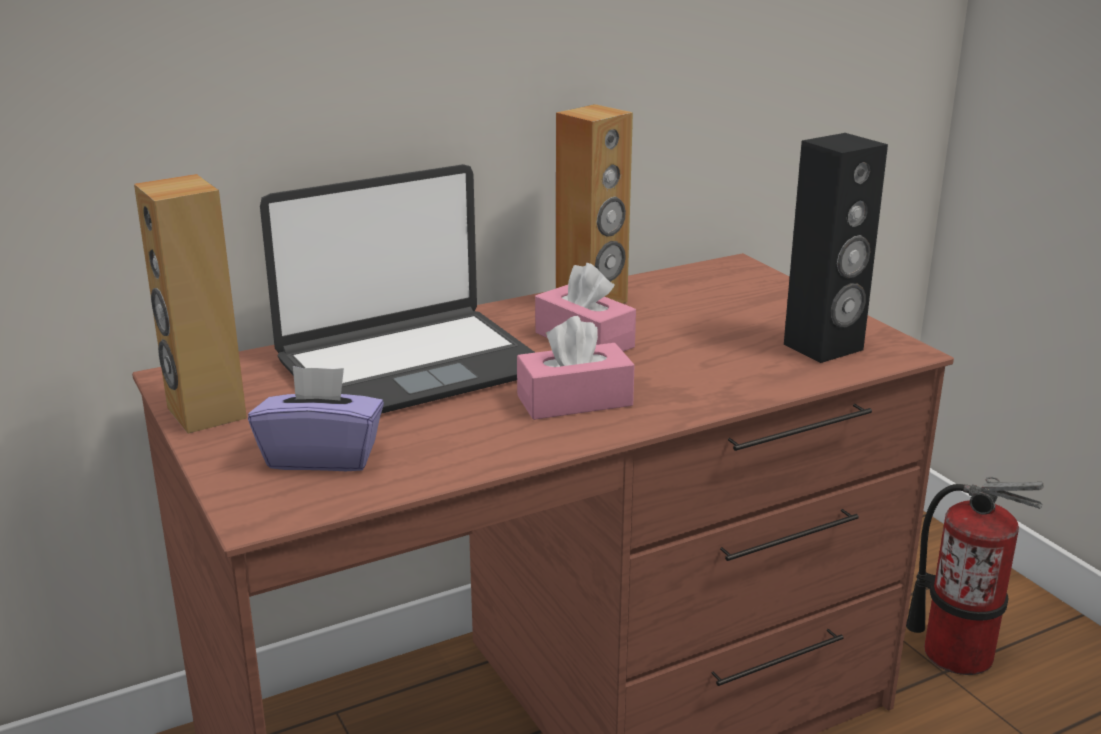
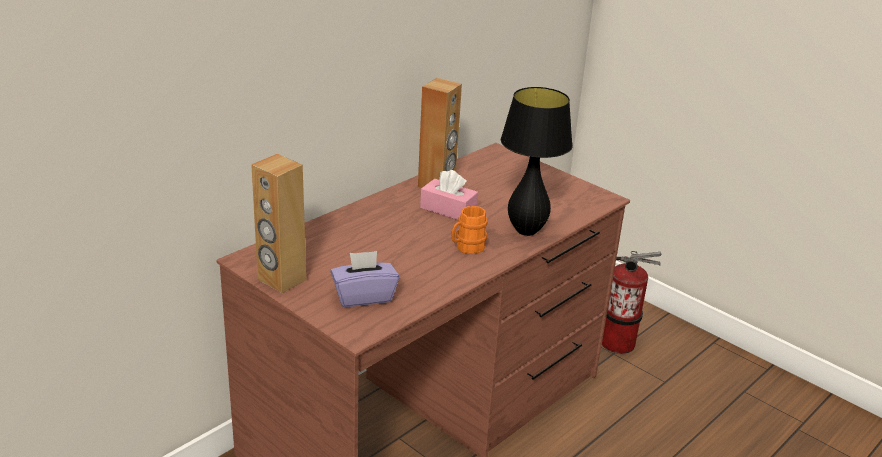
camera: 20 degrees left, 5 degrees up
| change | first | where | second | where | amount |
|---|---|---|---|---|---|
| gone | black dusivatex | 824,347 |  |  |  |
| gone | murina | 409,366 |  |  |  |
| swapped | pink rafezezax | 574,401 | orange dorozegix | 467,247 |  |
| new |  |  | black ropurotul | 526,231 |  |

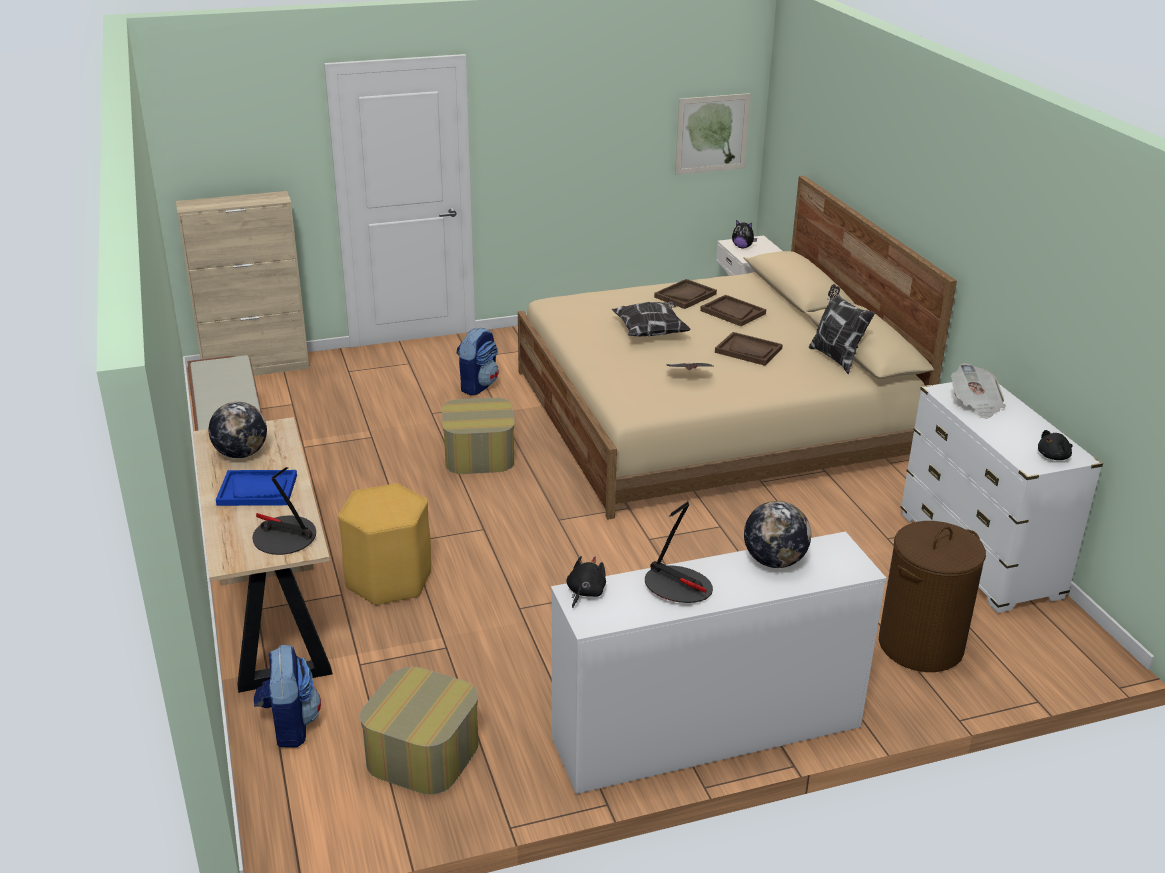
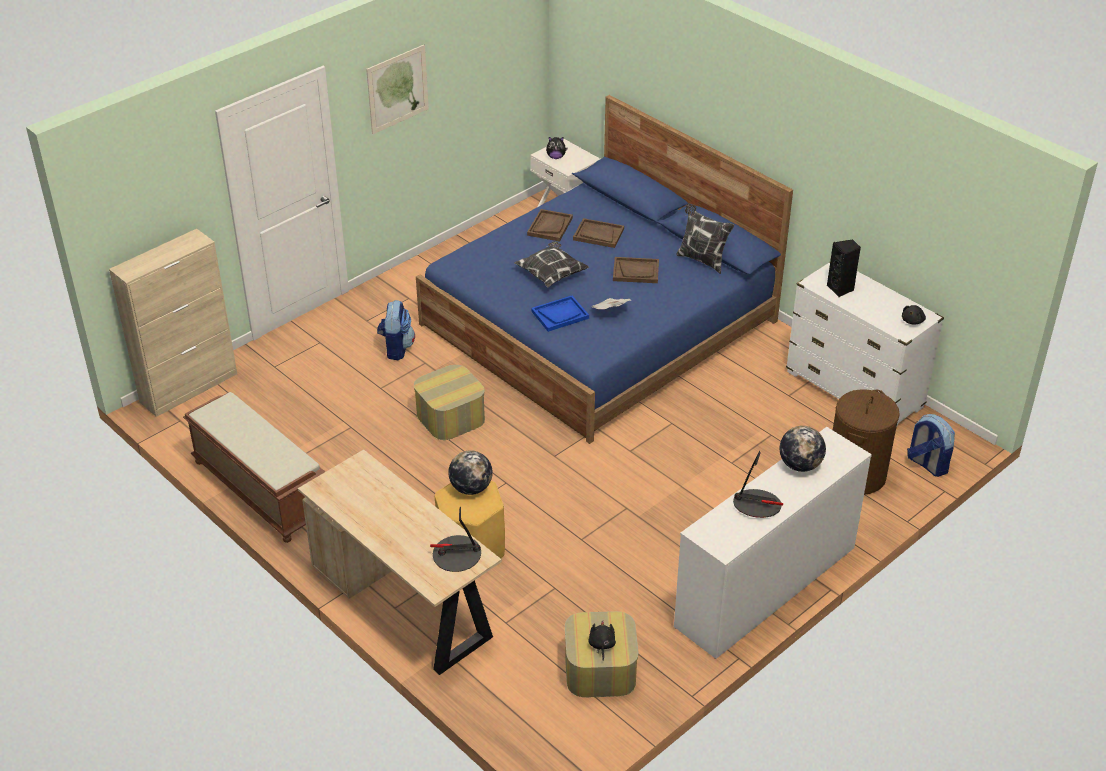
camera: 25 degrees left, 10 degrees up
| change | first | where | second | where | amount |
|---|---|---|---|---|---|
| shifted | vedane | 712,134 |  | 397,89 |  |
| repainted | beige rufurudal | 710,416 | blue rufurudal | 599,322 |  |
| swapped | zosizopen | 975,404 | black dusivatex | 841,289 |  |
| shifted | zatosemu | 241,454 |  | 471,488 |  |
| shifted | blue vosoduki | 257,490 |  | 560,315 |  |
| shifted | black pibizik | 585,593 |  | 601,645 |  |
| shifted | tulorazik | 289,726 |  | 927,464 |  |

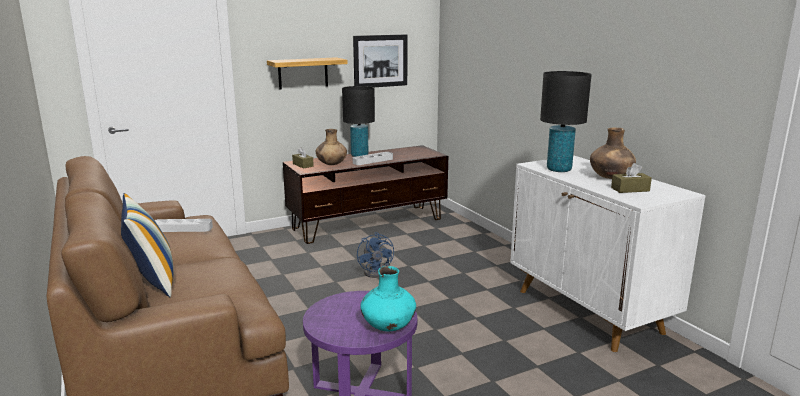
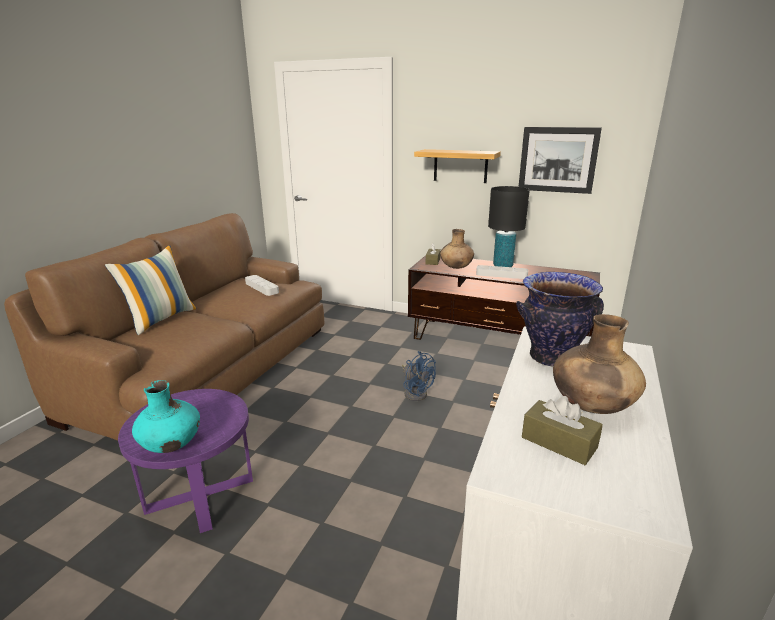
camera: 50 degrees right, 5 degrees up
| change | first | where | second | where | amount |
|---|---|---|---|---|---|
| swapped | black ropurotul | 559,169 | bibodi | 551,357 |  |
| rotated | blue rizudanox | 377,271 |  | 416,392 | 75 degrees counterclockwise |

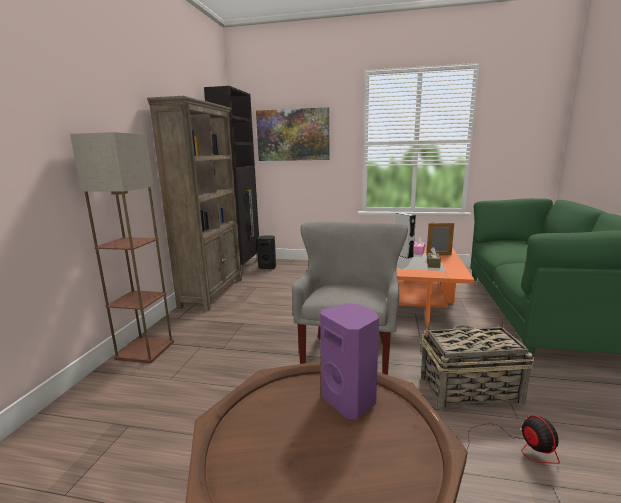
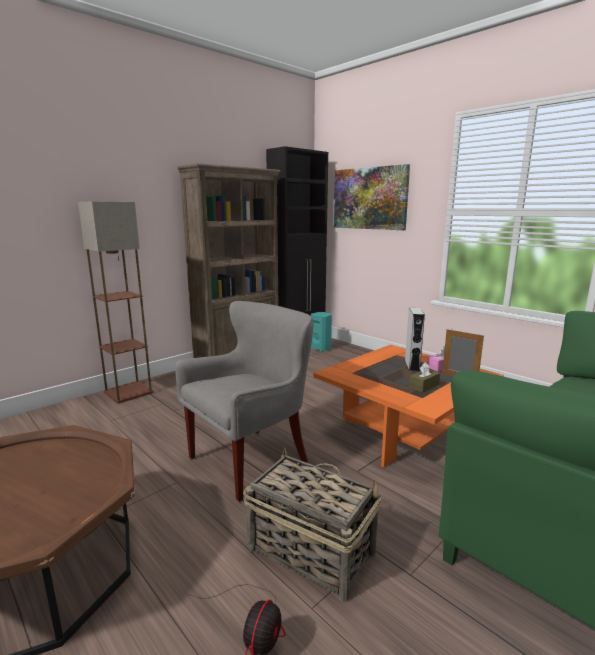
camera: 35 degrees right, 0 degrees up
| change | first | where | second | where | amount |
|---|---|---|---|---|---|
| repainted | black dusivatex | 268,267 | turquoise dusivatex | 321,348 |  |
| gone | purple dusivatex | 350,400 |  |  |  |

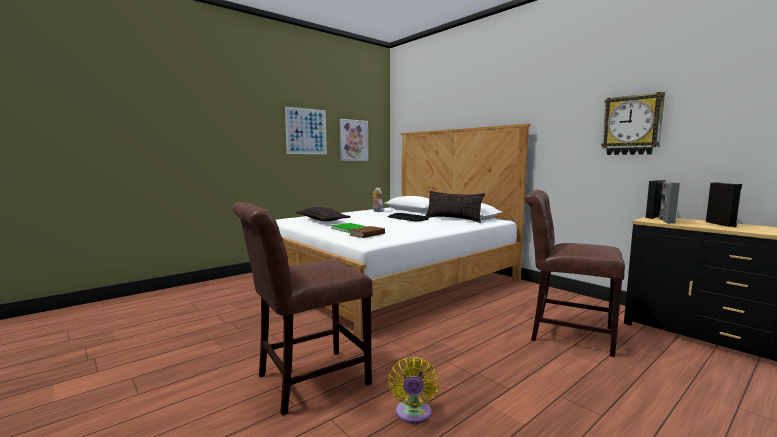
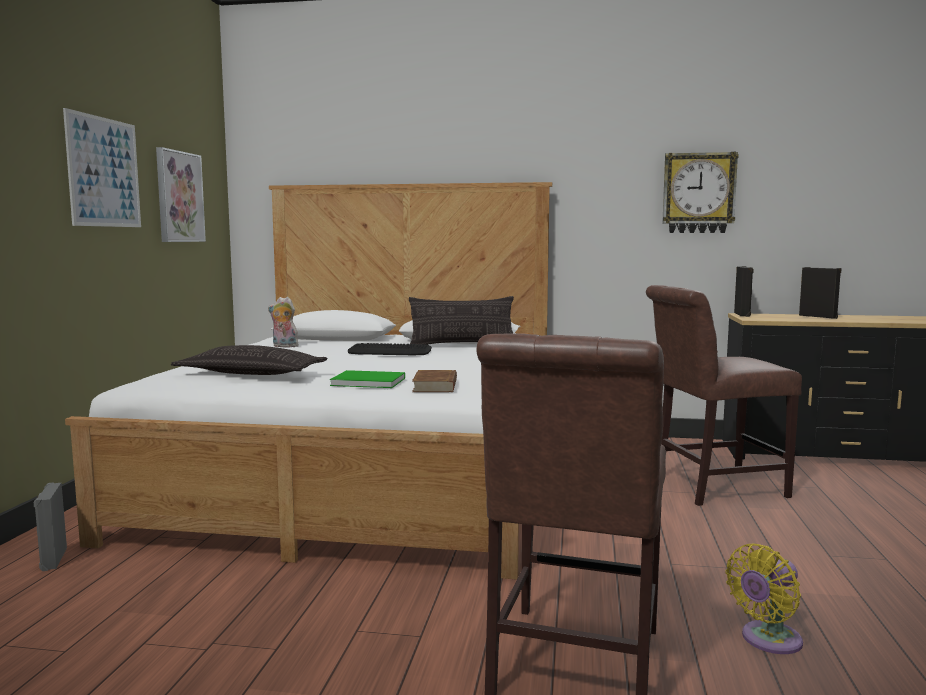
camera: 40 degrees left, 0 degrees up
| change | first | where | second | where | amount |
|---|---|---|---|---|---|
| shifted | grey dusivatex | 665,221 |  | 52,559 |  |
| rotated | yellow rizudanox | 413,414 |  | 767,640 | 90 degrees clockwise |

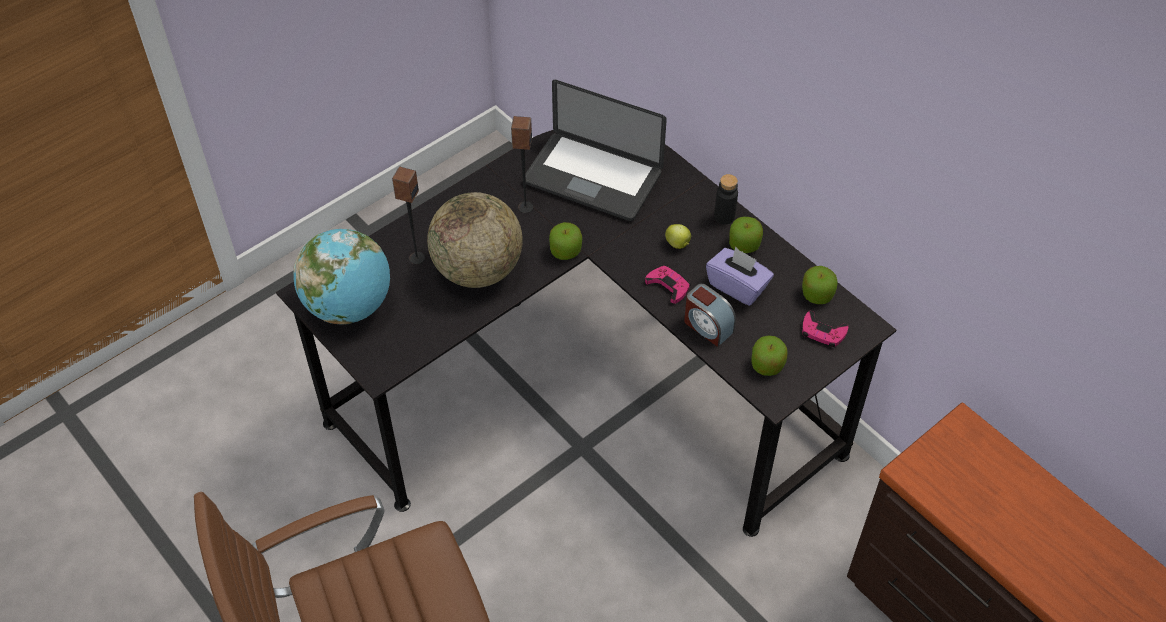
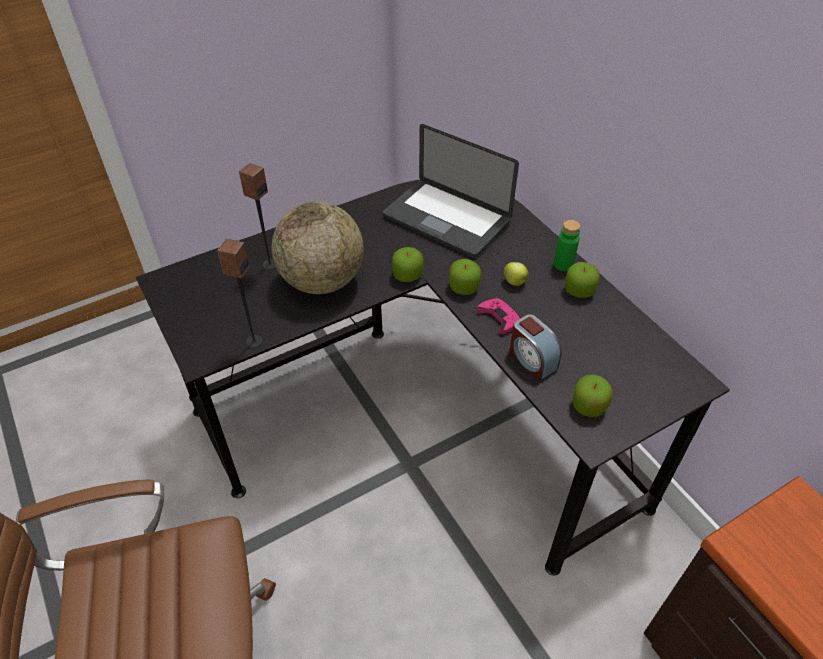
camera: 10 degrees right, 5 degrees down
| change | first | where | second | where | amount |
|---|---|---|---|---|---|
| shifted | dusivatex | 525,207 |  | 254,341 |  |
| repainted | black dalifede | 724,216 | green dalifede | 563,264 |  |
| gone | zatosemu | 349,306 |  |  |  |
| gone | purple rafezezax | 737,286 |  |  |  |
| shifted | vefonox | 817,294 |  | 464,287 |  |
| gone | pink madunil | 822,332 |  |  |  |

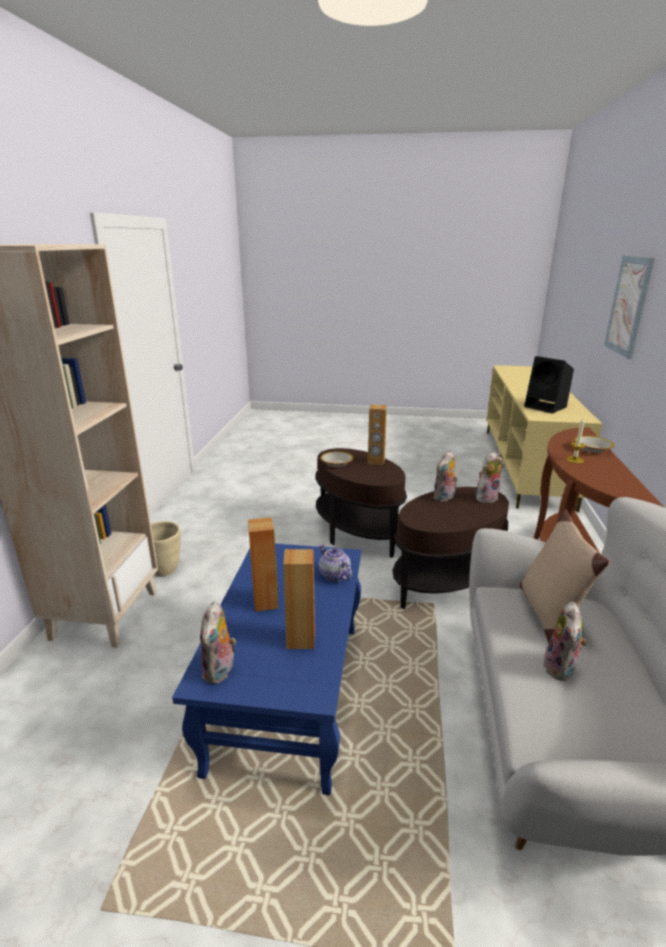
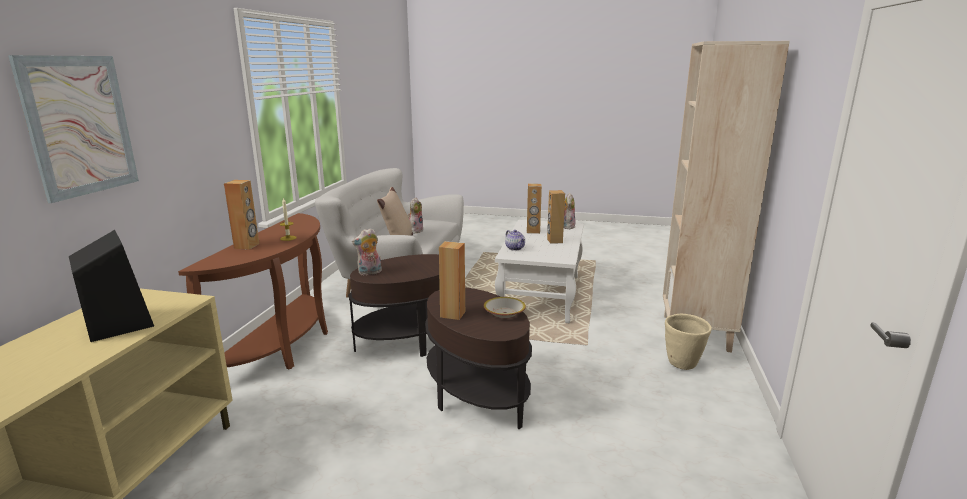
camera: 175 degrees left, 5 degrees down
| change | first | where | second | where | amount |
|---|---|---|---|---|---|
| swapped | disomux | 592,449 | brown dusivatex | 247,246 |  |
| gone | pibizik | 444,498 |  |  |  |
| repainted | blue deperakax | 288,694 | white deperakax | 541,295 |  |

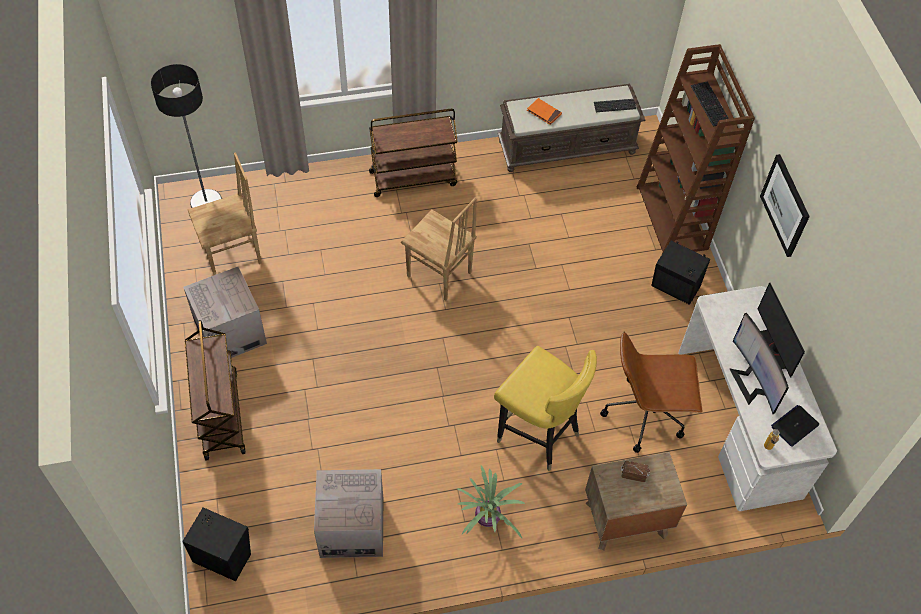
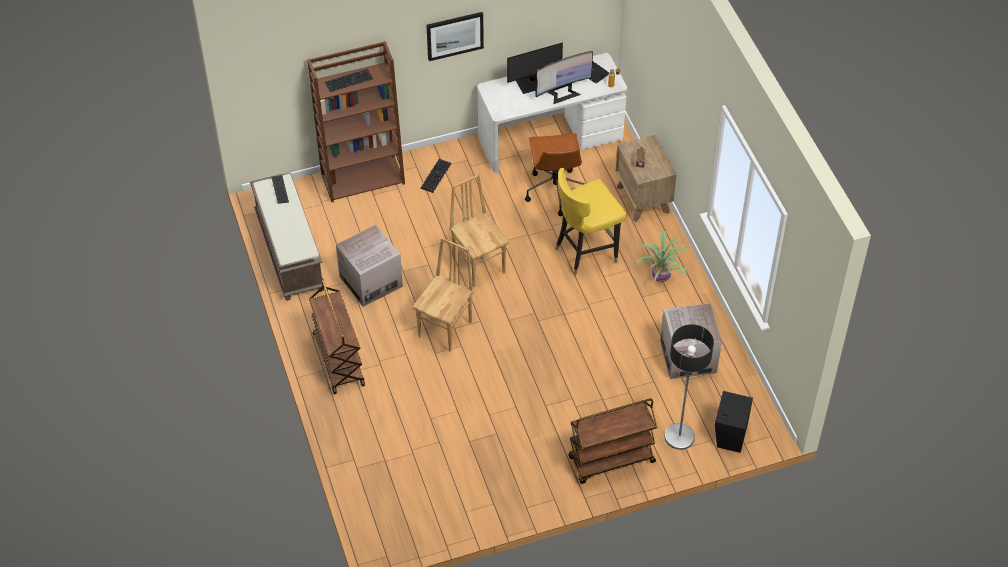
camera: 95 degrees left, 5 degrees down
| change | first | where | second | where | amount |
|---|---|---|---|---|---|
| shifted | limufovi | 206,203 |  | 679,436 |  |
| gone | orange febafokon | 544,112 |  |  |  |
| shifted | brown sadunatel | 233,255 |  | 479,265 |  |
| swapped | black dusivatex | 675,288 | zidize | 435,175 |  |
| shifted | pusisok | 230,332 |  | 371,281 |  |
| rotated | yellow sadunatel | 537,435 |  | 586,252 | 150 degrees counterclockwise |

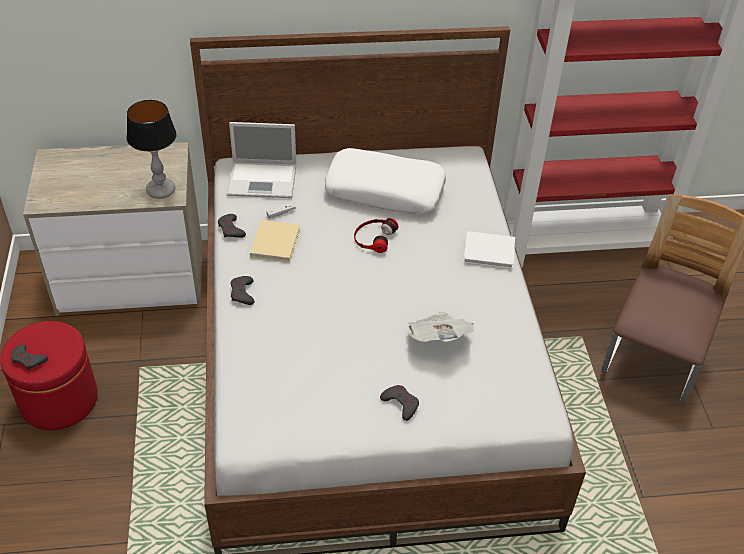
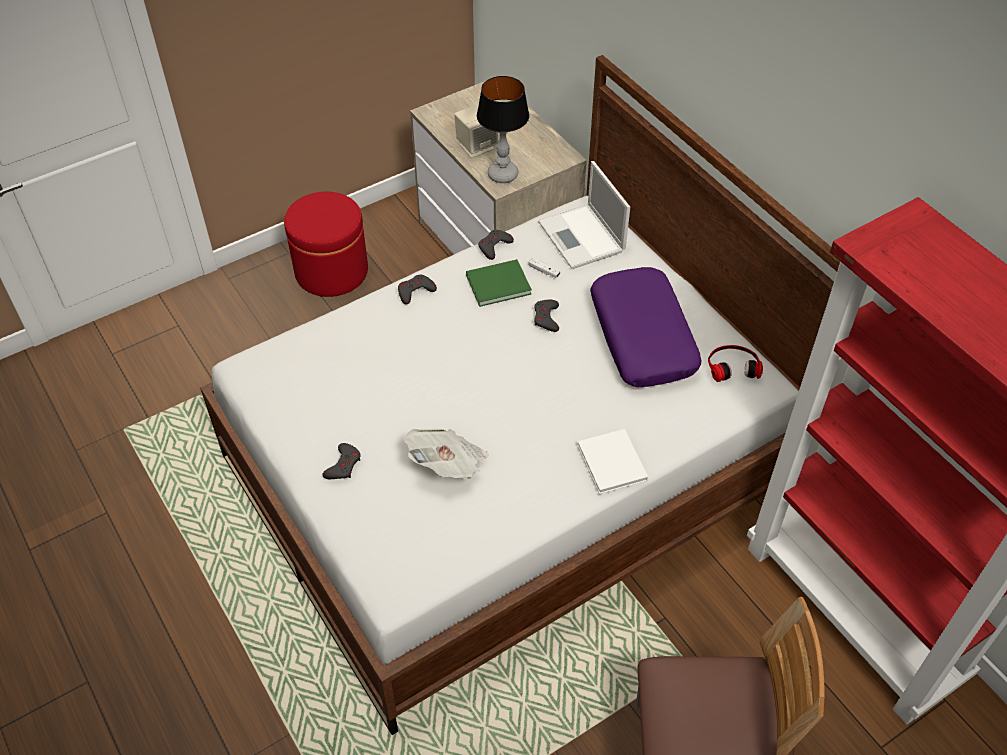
camera: 65 degrees right, 5 degrees up
| change | first | where | second | where | amount |
|---|---|---|---|---|---|
| repainted | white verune | 385,190 | purple verune | 643,337 |  |
| shifted | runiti | 374,237 |  | 732,365 |  |
| repainted | beige febafokon | 275,241 | green febafokon | 500,284 |  |
| shifted | grey madunil | 28,359 |  | 546,318 |  |
| new |  |  | beige dusivatex | 476,147 |  |

